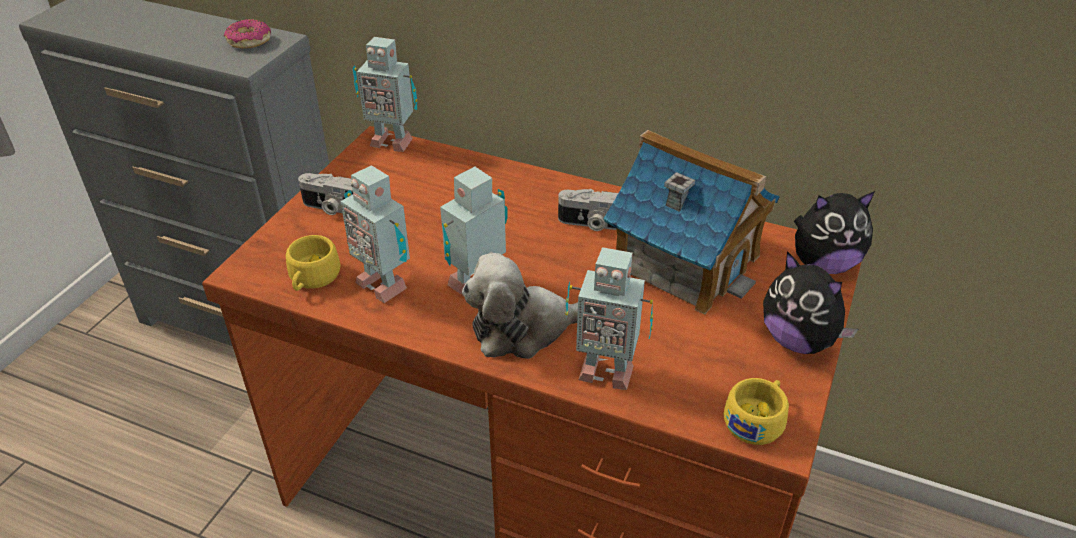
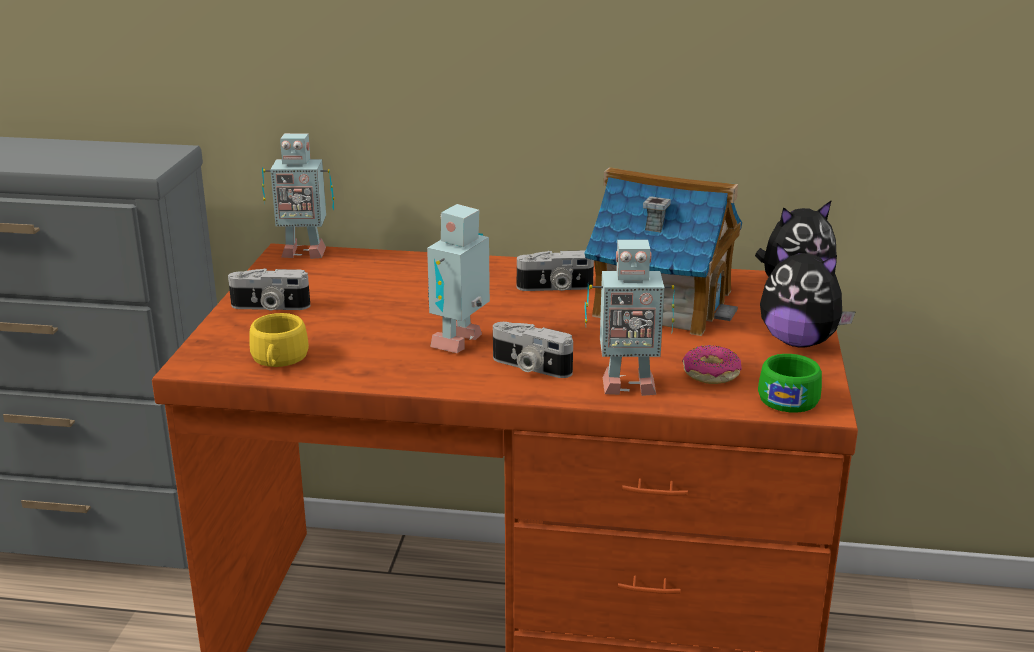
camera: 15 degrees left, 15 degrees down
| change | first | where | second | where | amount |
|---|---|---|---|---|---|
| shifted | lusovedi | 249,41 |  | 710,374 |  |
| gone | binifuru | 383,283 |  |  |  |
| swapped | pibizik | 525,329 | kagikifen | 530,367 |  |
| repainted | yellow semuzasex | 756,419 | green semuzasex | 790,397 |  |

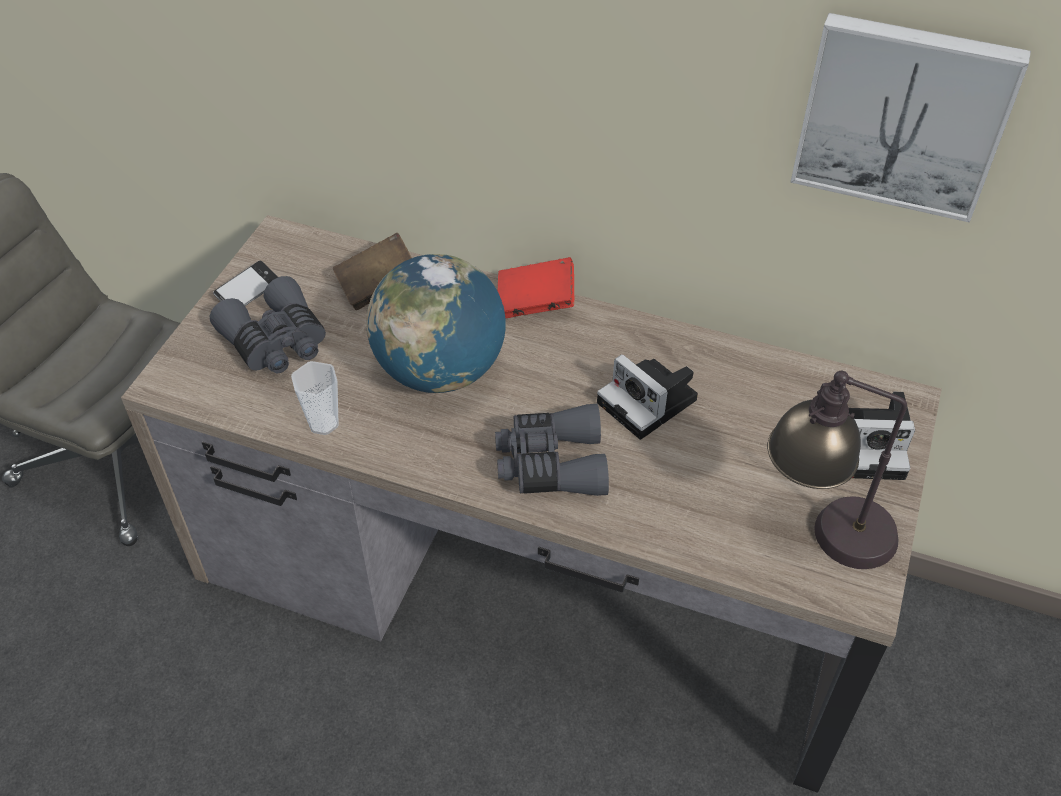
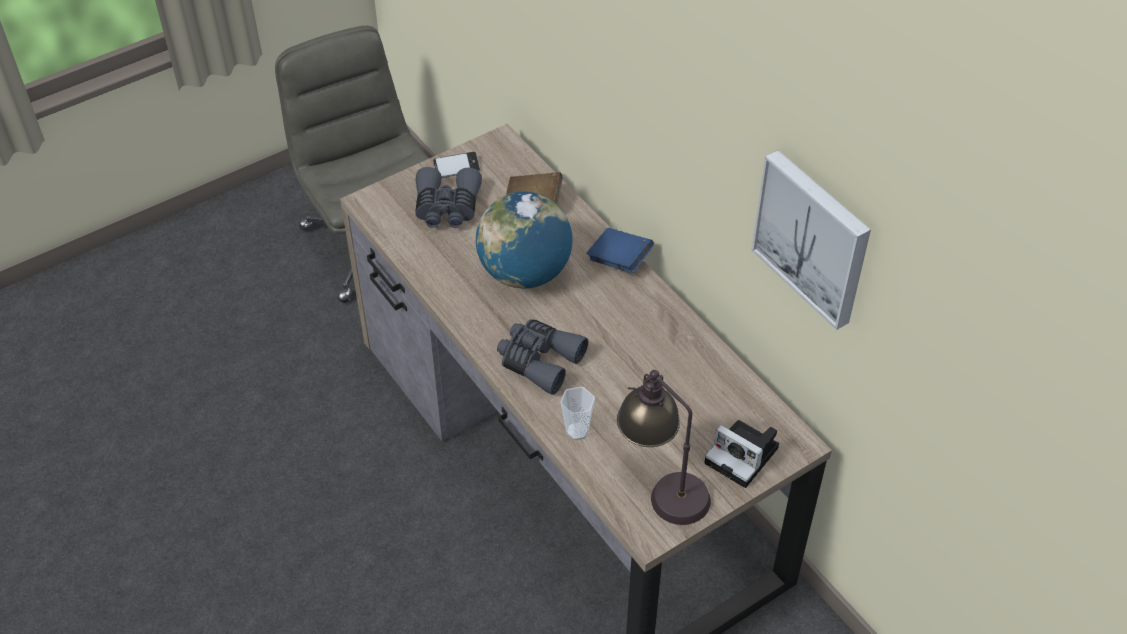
camera: 35 degrees right, 0 degrees up
| change | first | where | second | where | amount |
|---|---|---|---|---|---|
| repainted | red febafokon | 535,303 | blue febafokon | 619,260 |  |
| gone | kagikifen | 650,403 |  |  |  |
| shifted | semuzasex | 323,424 |  | 577,431 |  |

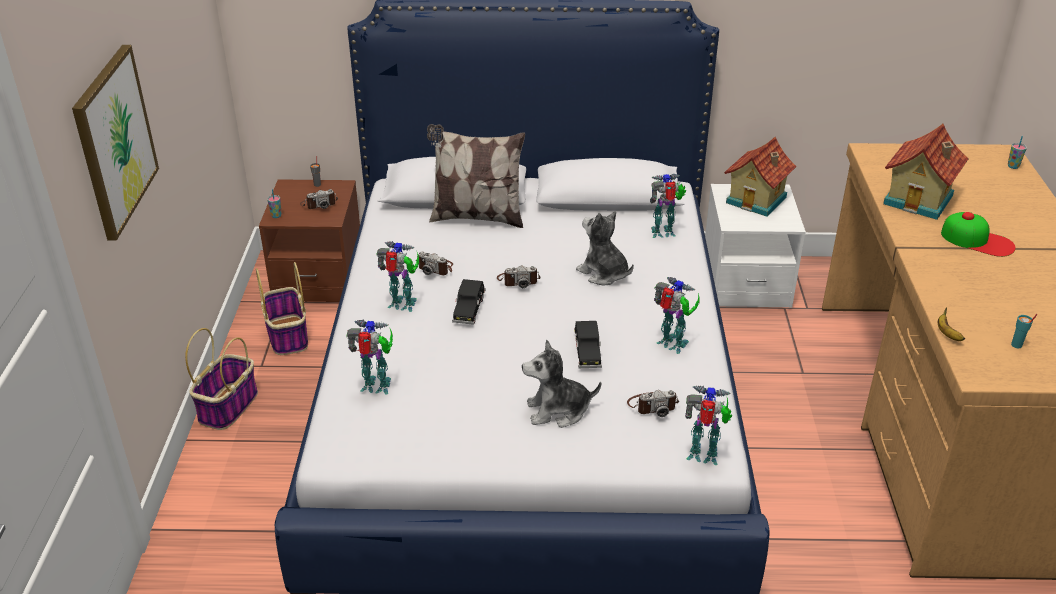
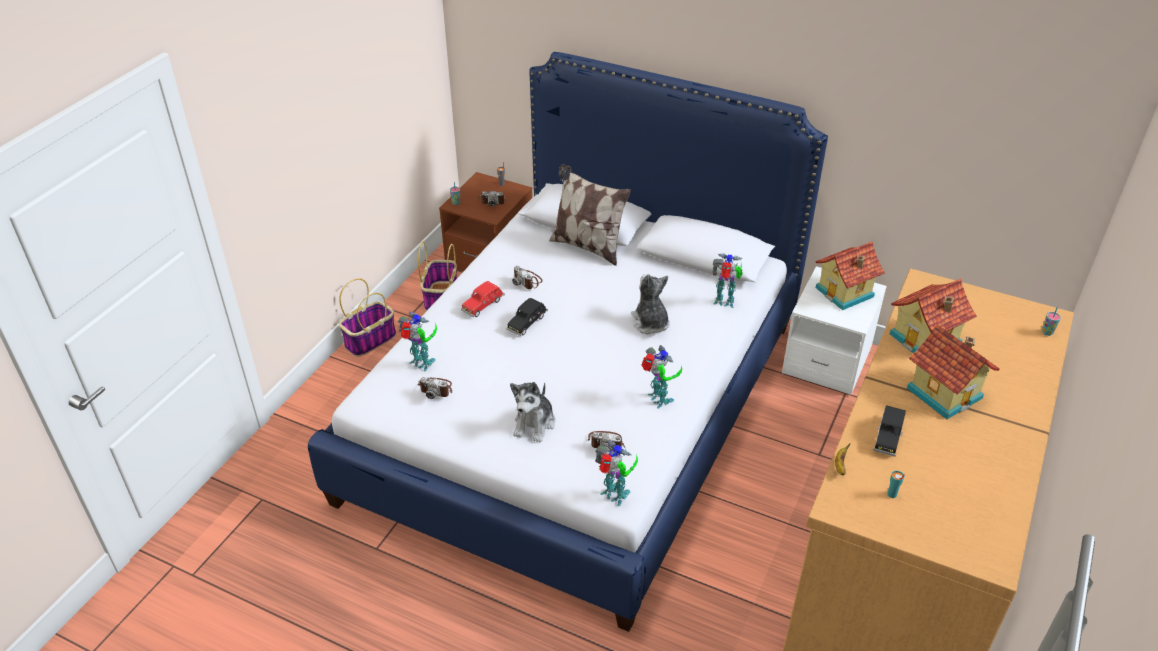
camera: 25 degrees right, 5 degrees up
| change | first | where | second | where | amount |
|---|---|---|---|---|---|
| gone | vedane | 114,141 |  |  |  |
| swapped | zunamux | 977,240 | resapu | 945,392 |  |
| swapped | binifuru | 403,306 | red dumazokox | 483,305 |  |
| shifted | kagikifen | 518,280 |  | 436,389 |  |
| shifted | black dumazokox | 587,352 |  | 888,436 |  |
| rotated | pibizik | 558,411 |  | 534,424 | 90 degrees counterclockwise |

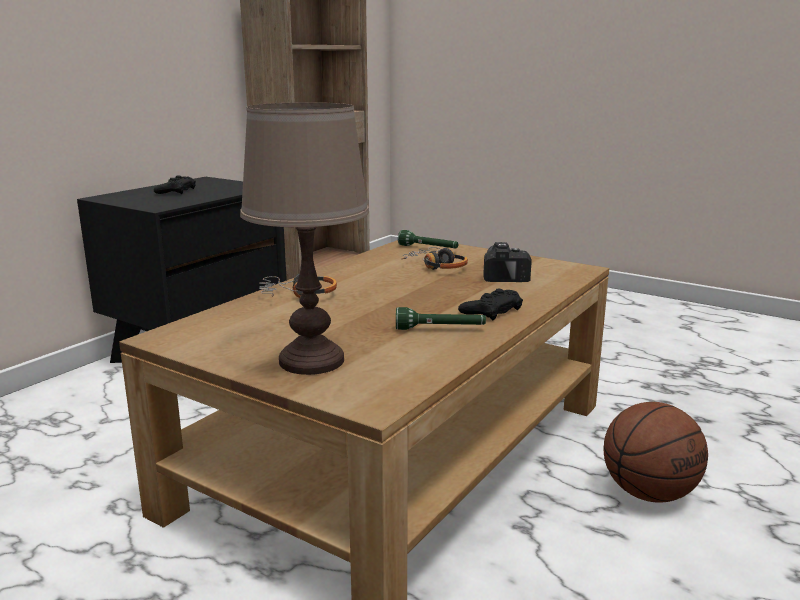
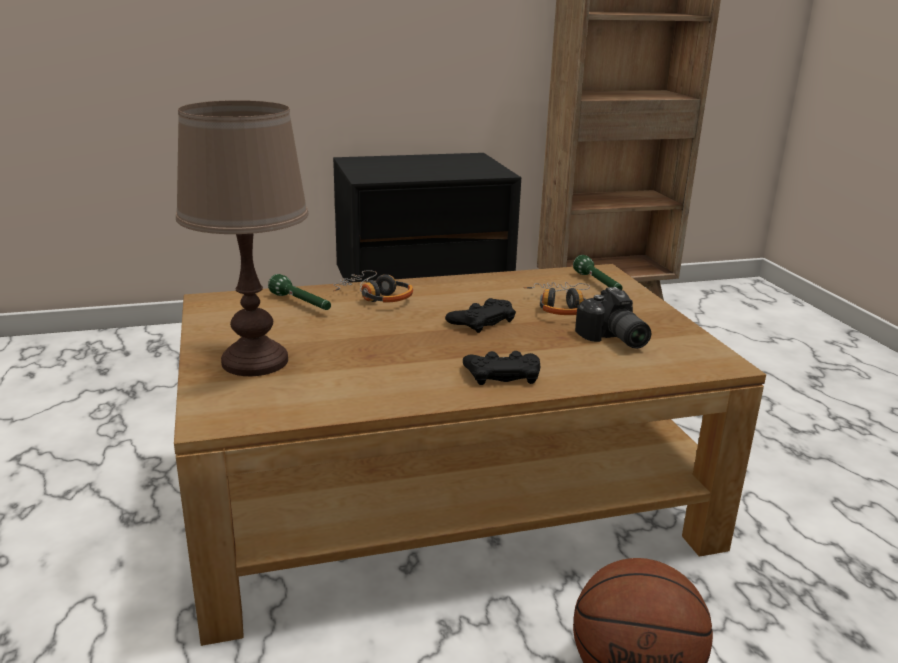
camera: 40 degrees right, 5 degrees up
| change | first | where | second | where | amount |
|---|---|---|---|---|---|
| shifted | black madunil | 175,191 |  | 481,321 |  |
| rotated | kagikifen | 504,274 |  | 612,339 | 120 degrees clockwise |
| shifted | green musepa | 440,329 |  | 301,304 |  |

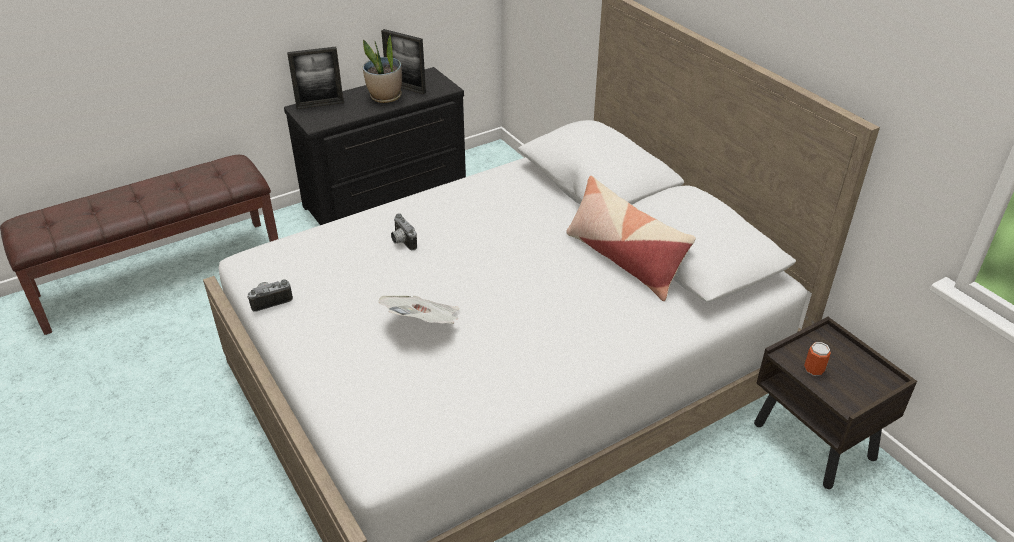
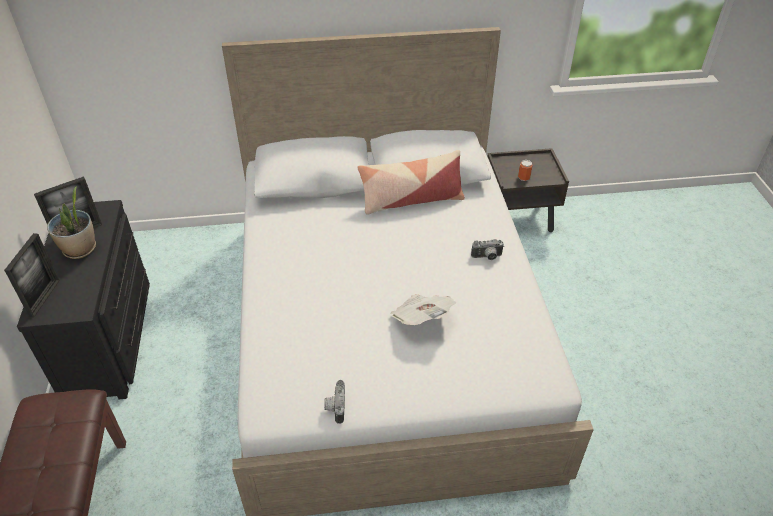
camera: 65 degrees left, 5 degrees up
| change | first | where | second | where | amount |
|---|---|---|---|---|---|
| shifted | kagikifen | 401,242 |  | 487,257 |  |

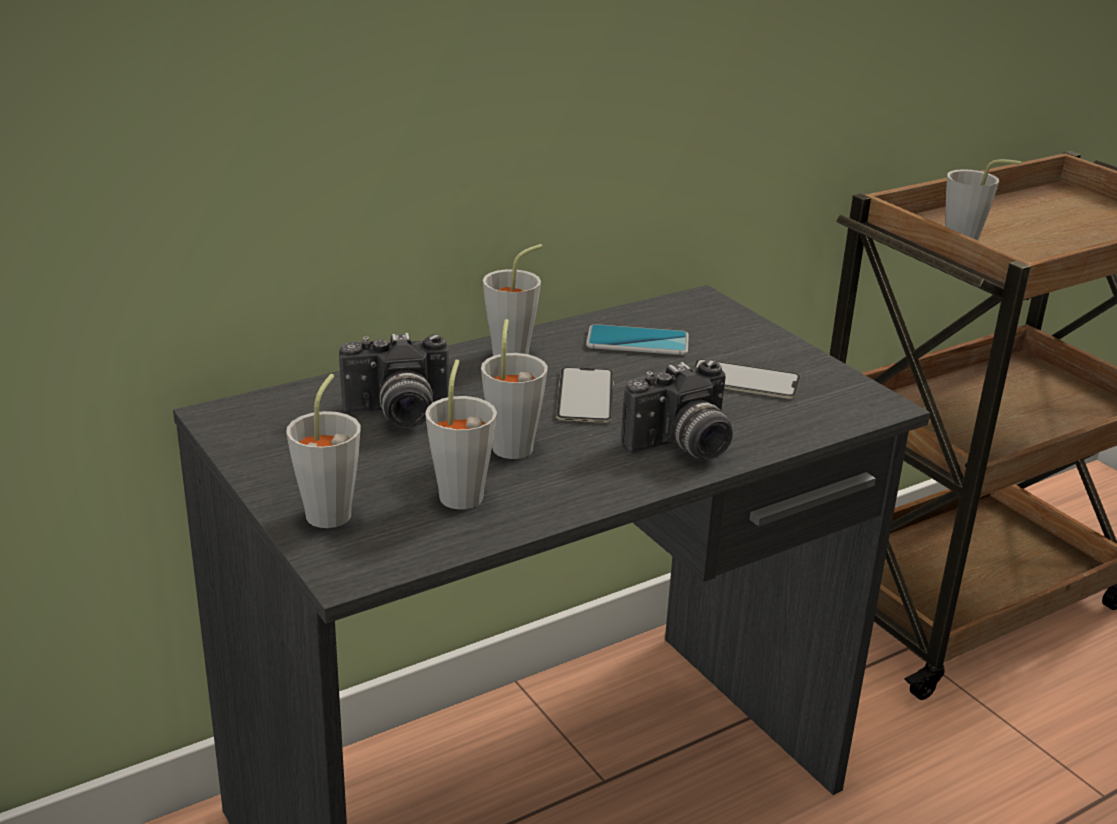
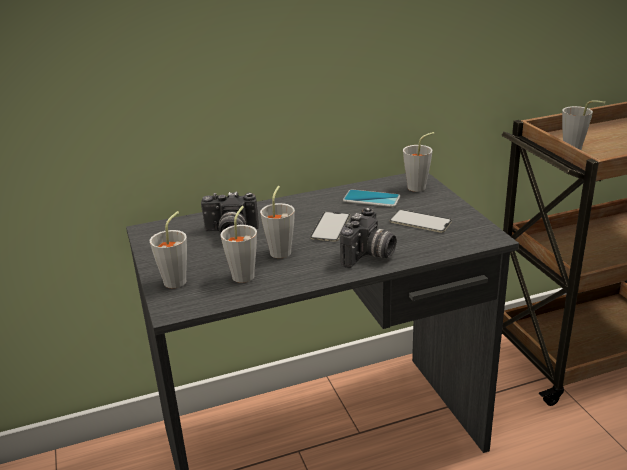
camera: 15 degrees right, 0 degrees up
| change | first | where | second | where | amount |
|---|---|---|---|---|---|
| shifted | grey semuzasex | 517,351 |  | 420,186 |  |
| rotated | kagikifen | 682,447 |  | 369,256 | 45 degrees counterclockwise |

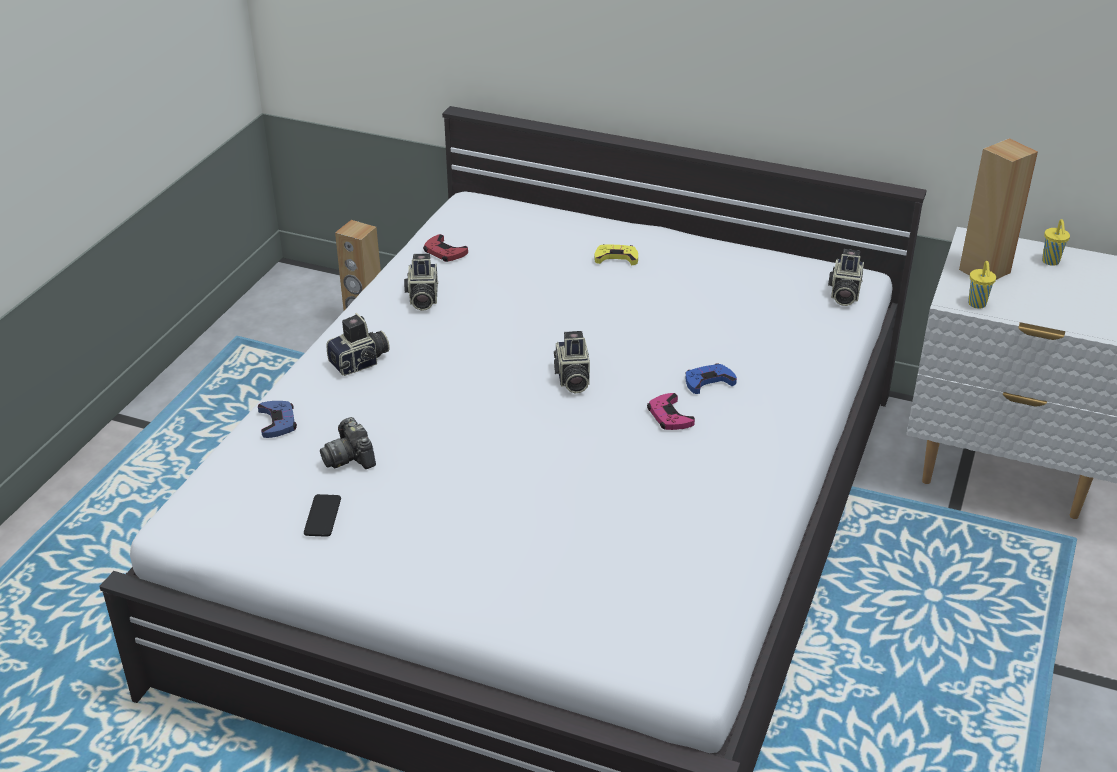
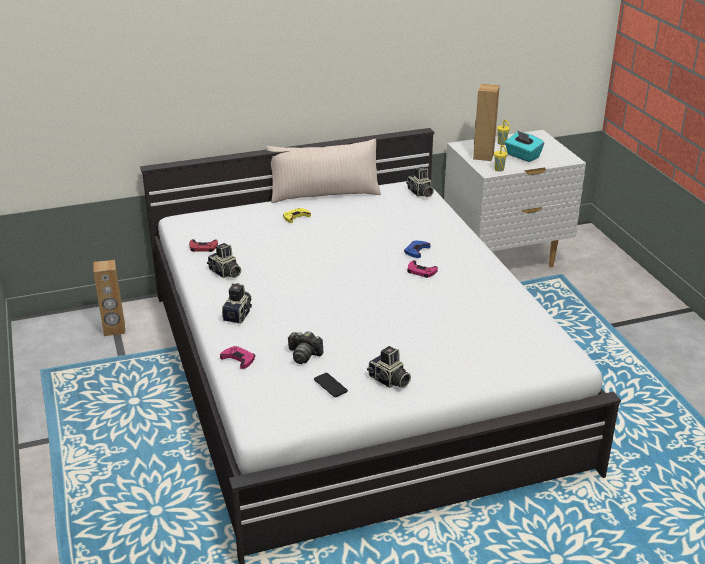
camera: 40 degrees left, 5 degrees down
| change | first | where | second | where | amount |
|---|---|---|---|---|---|
| shifted | kagikifen | 572,379 |  | 389,380 |  |
| repainted | blue madunil | 278,422 | pink madunil | 238,359 |  |
| new |  |  | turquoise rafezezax | 522,156 |  |
| new |  |  | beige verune | 324,193 |  |

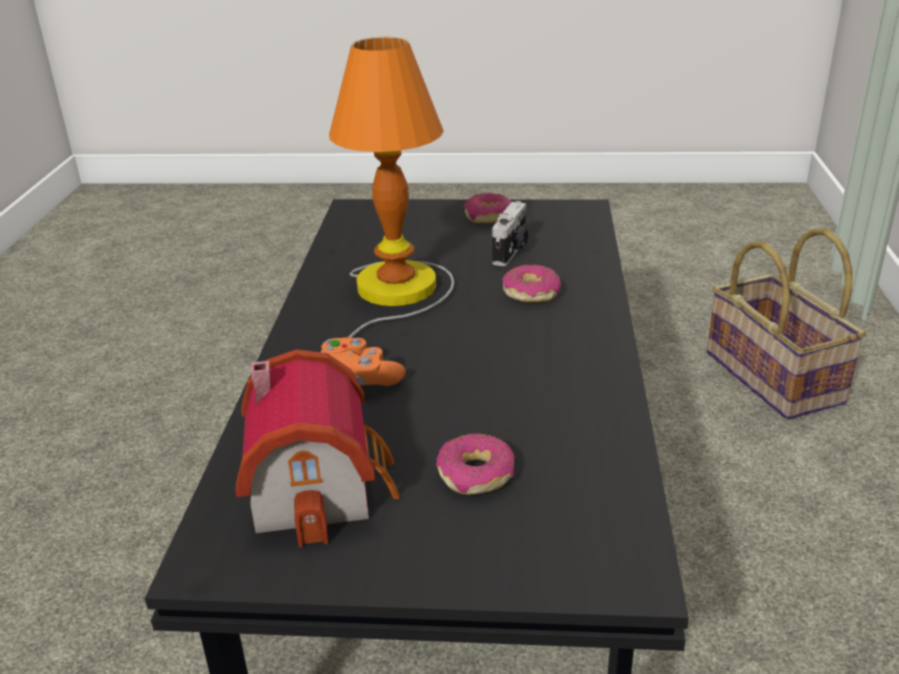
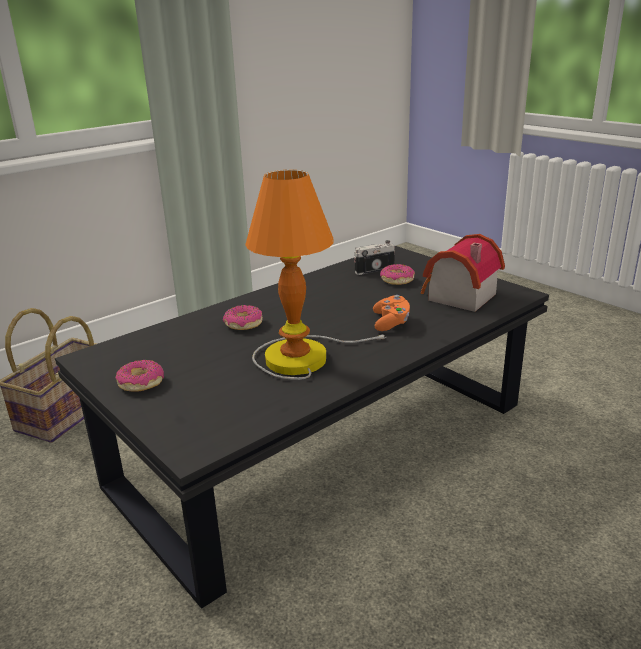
camera: 135 degrees left, 5 degrees down
| change | first | where | second | where | amount |
|---|---|---|---|---|---|
| shifted | kagikifen | 511,251 |  | 373,269 |  |

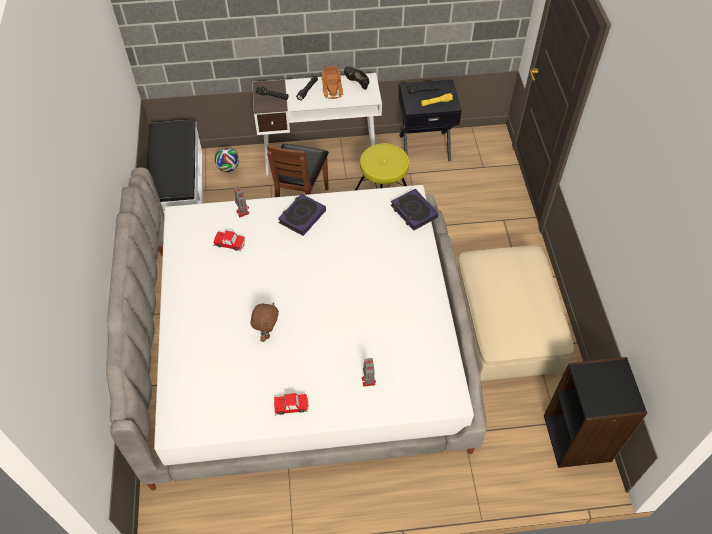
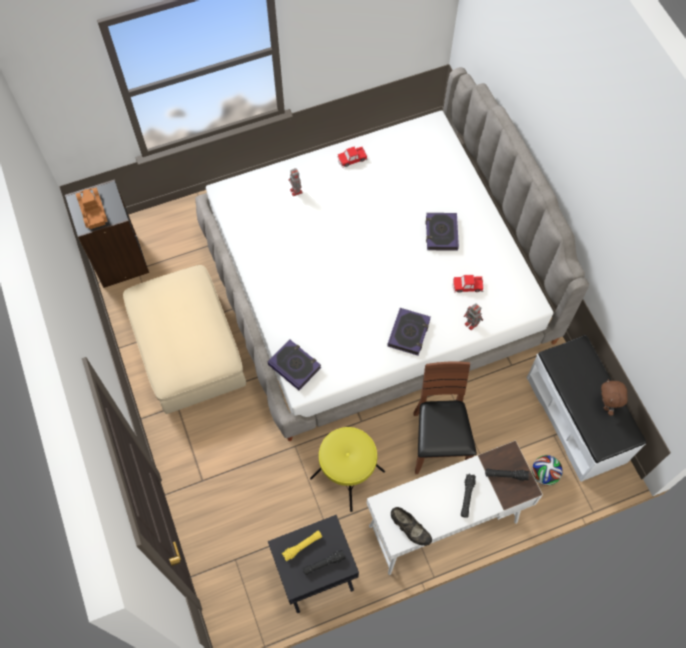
camera: 165 degrees right, 10 degrees up
| change | first | where | second | where | amount |
|---|---|---|---|---|---|
| shifted | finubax | 332,86 |  | 92,211 |  |
| shifted | brown pibizik | 267,333 |  | 606,405 |  |
| new |  |  | febafokon | 441,233 |  |

